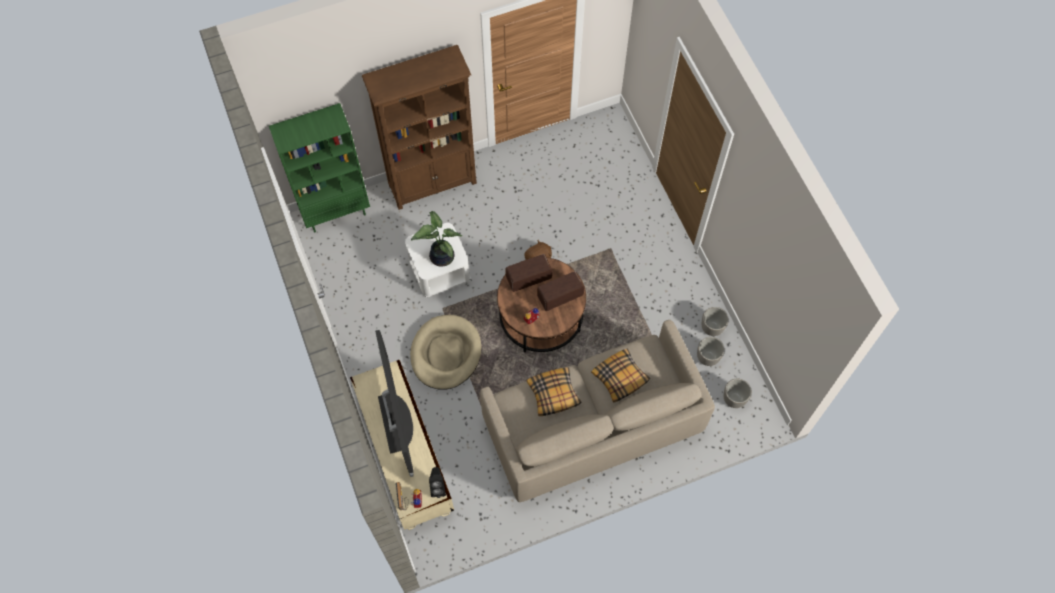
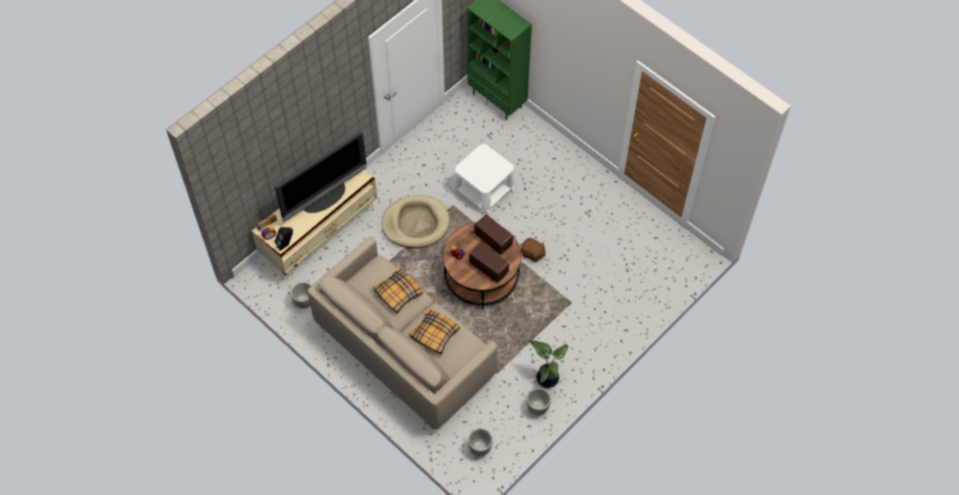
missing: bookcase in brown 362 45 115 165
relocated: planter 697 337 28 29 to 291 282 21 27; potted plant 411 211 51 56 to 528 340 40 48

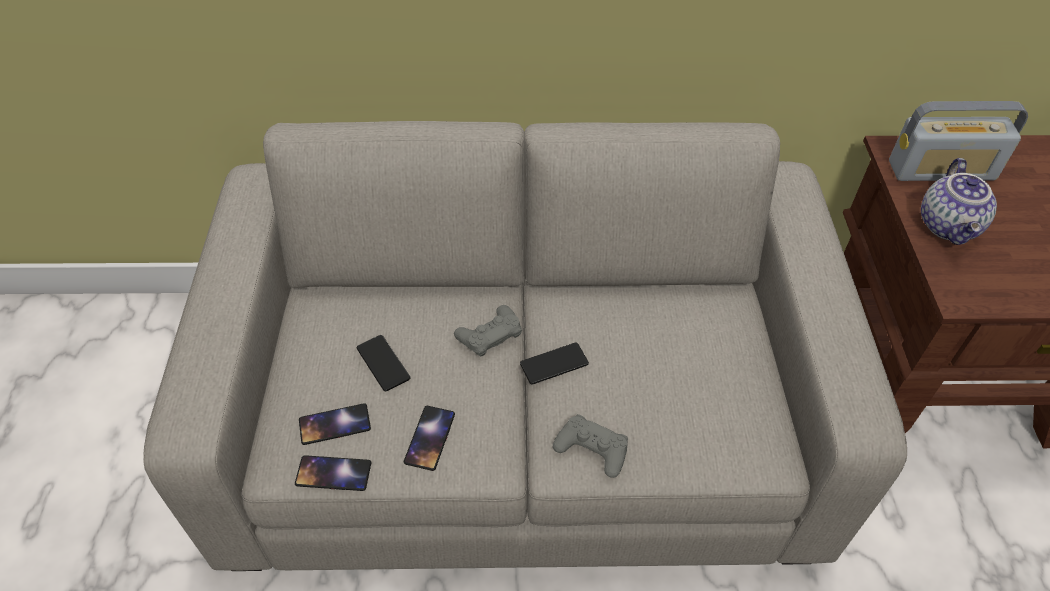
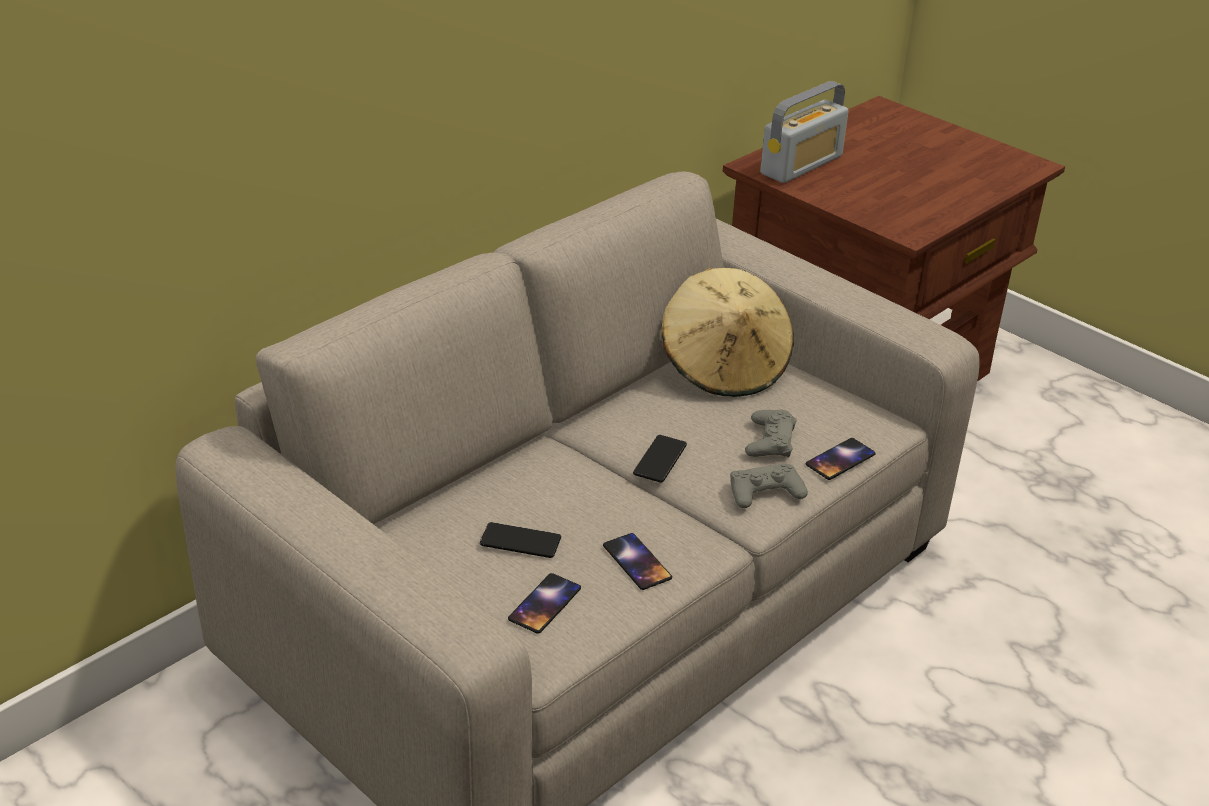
missing: teapot 921 158 76 87
appeared: hat in beige 661 268 133 129
relocated: game controller in grey 454 305 68 52 to 745 409 51 49; phone 295 455 76 36 to 806 438 70 42

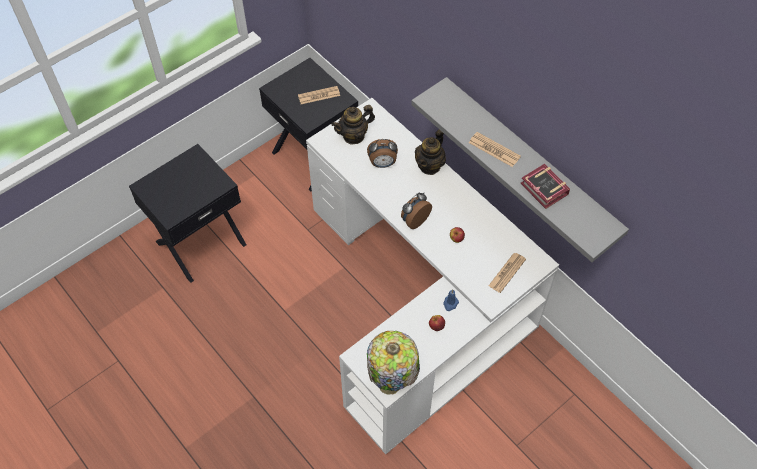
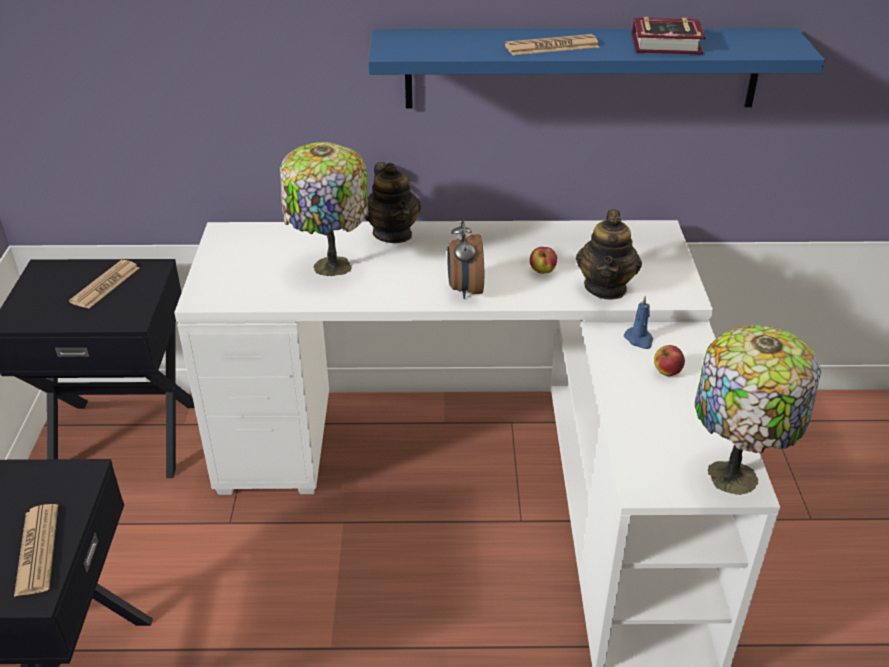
relocated: newspaper 488 253 38 40 to 14 504 44 93; teapot 331 105 44 40 to 576 209 66 91
exchanged: alarm clock 367 139 31 29 to table lamp 280 142 89 135
colour: shelf in grey 411 77 218 185 to shelf in blue 368 28 457 80

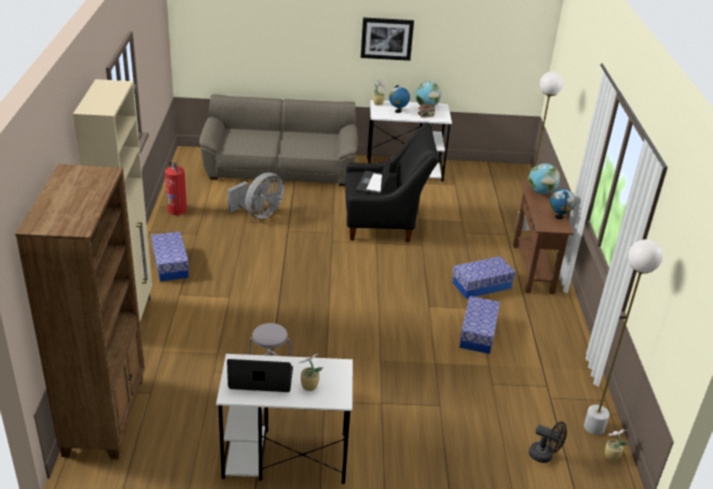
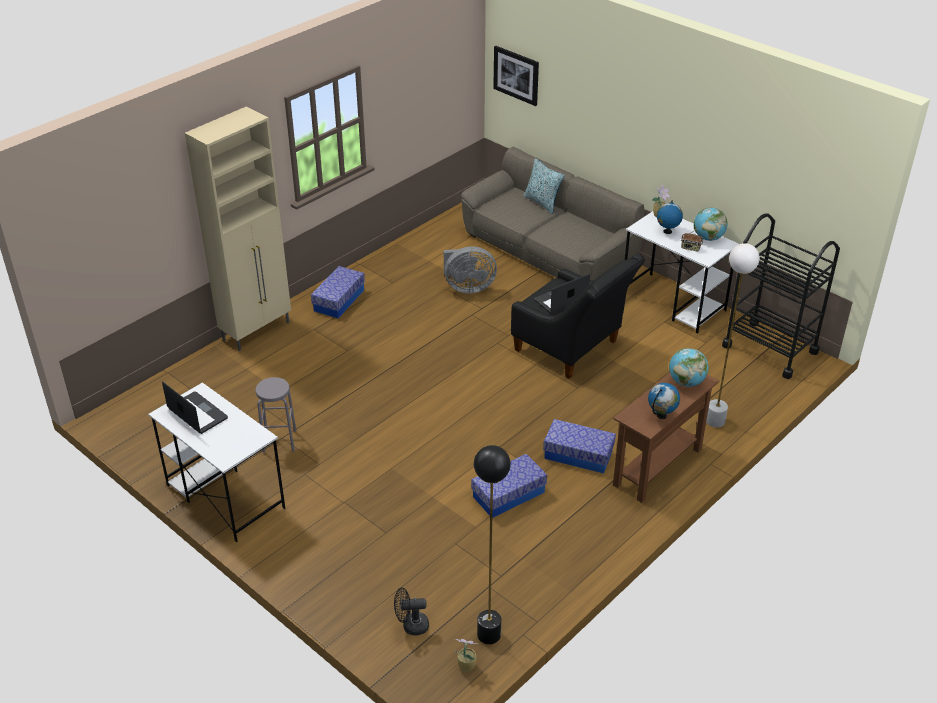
missing: bookcase in brown 15 164 130 295; fire extinguisher 165 161 22 54; potted plant 299 354 24 37
appeared: pillow 523 158 42 56; cart in black 722 213 118 166
relocated: picture 361 17 53 44 to 493 46 46 60
colour: floor lamp in white 584 239 79 196 to floor lamp in black 474 445 37 199
spun: fan in black 529 421 38 42 = 394 588 35 47 105 degrees clockwise

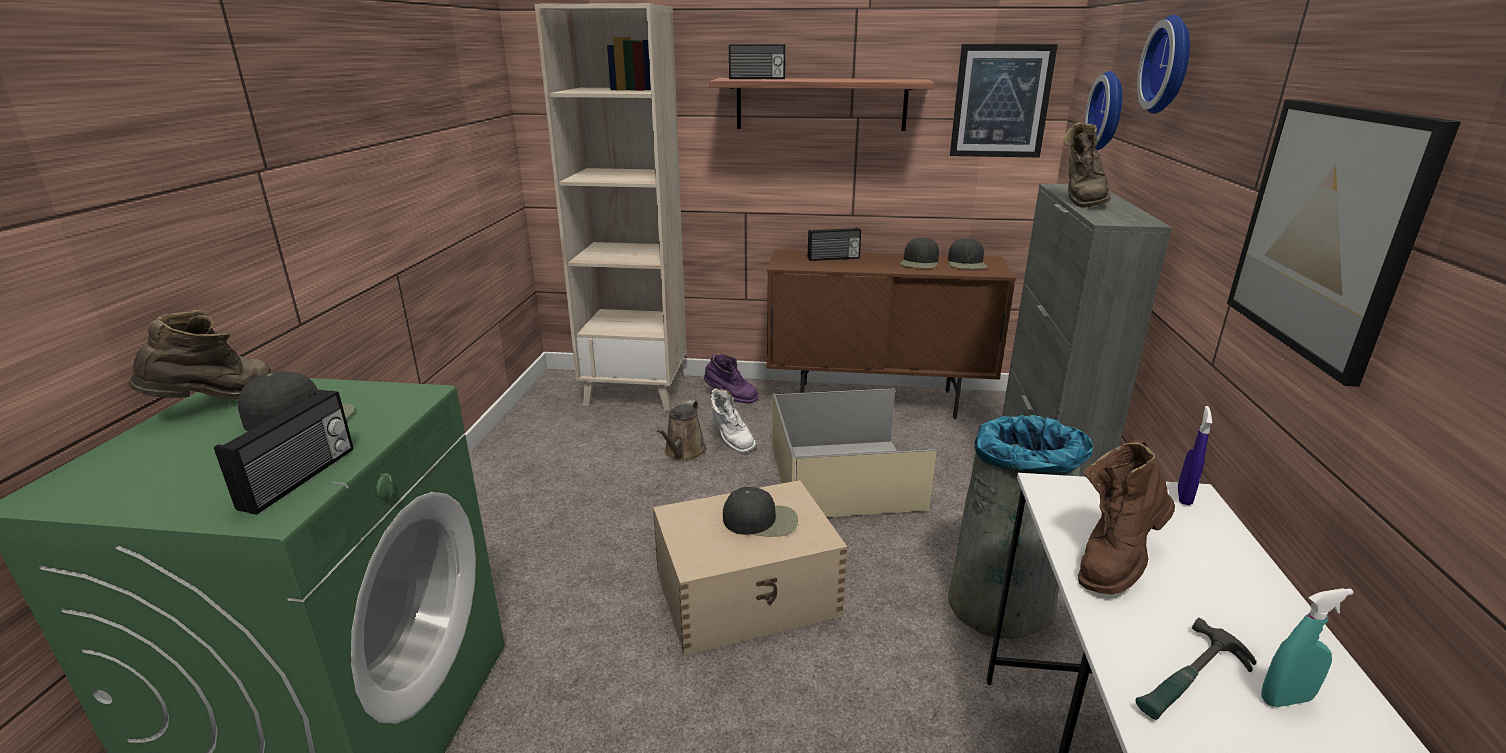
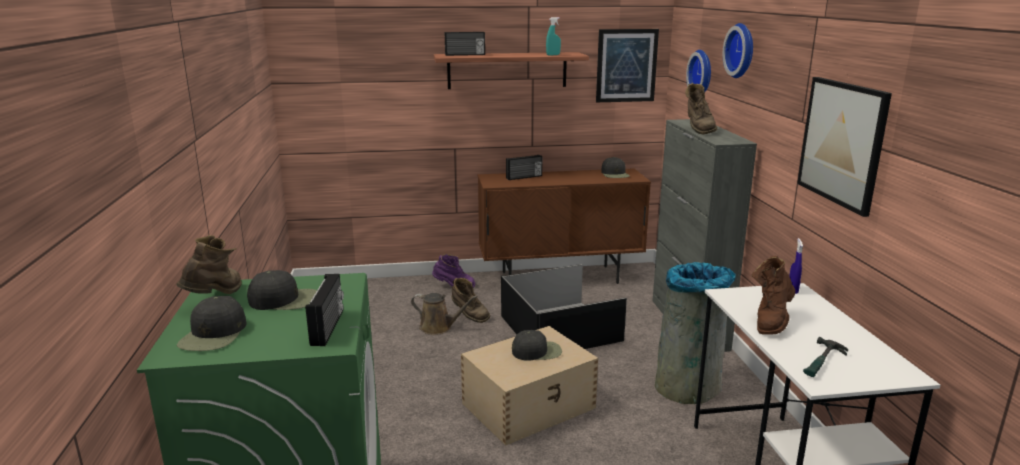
missing: bookcase in beige 535 3 152 407
relocated: cap in black 900 237 39 31 to 177 296 70 55; spray bottle in turquoise 1261 588 93 119 to 546 17 15 39
colour: boot in white 710 388 46 65 to boot in brown 452 278 38 45; storage box in beige 772 388 165 129 to storage box in black 501 264 126 85
spun: watering can in brown 657 400 50 61 = 411 293 67 42 75 degrees counterclockwise

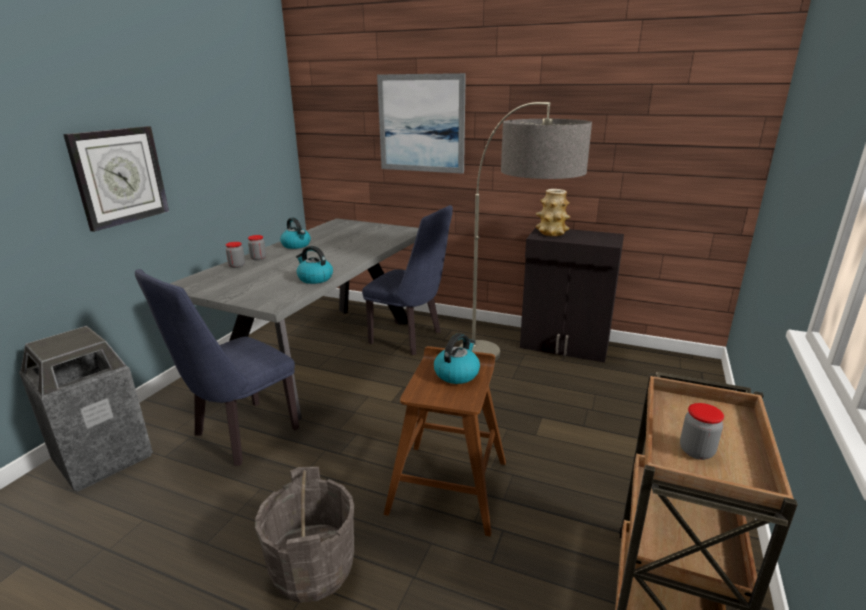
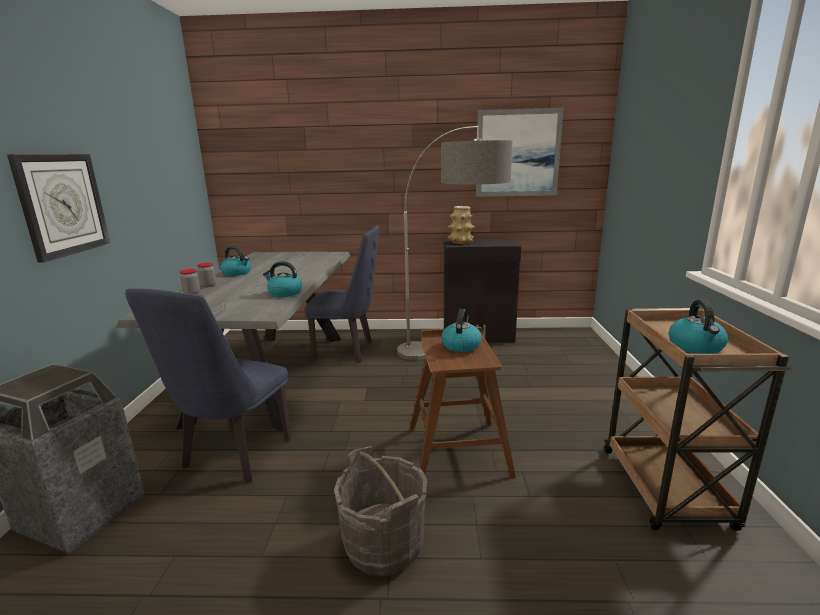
relocated: picture 377 73 89 101 to 476 108 88 89
exchanged: jar 680 403 44 57 to kettle 669 300 59 54

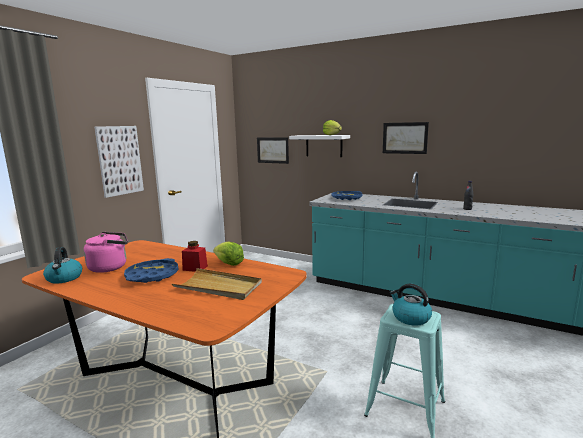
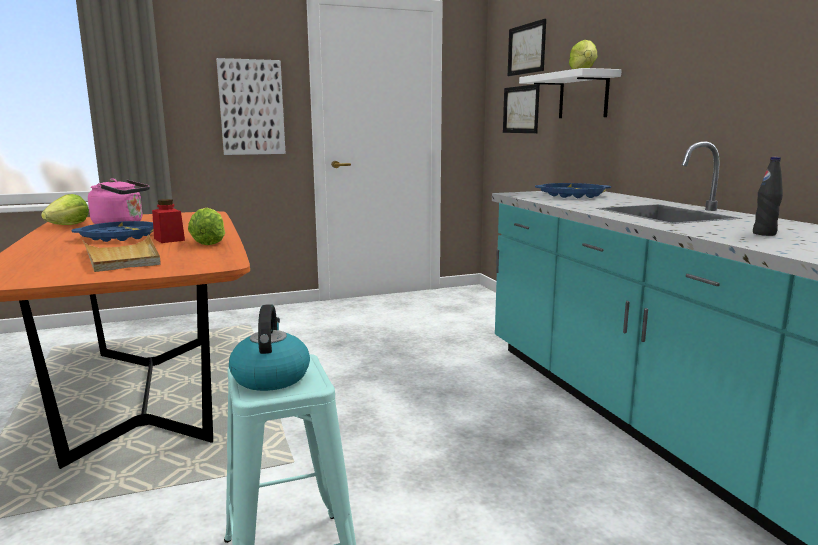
relocated: picture 383 122 46 32 to 508 19 38 57
exchanged: kettle 43 247 39 36 to lettuce 41 194 48 31

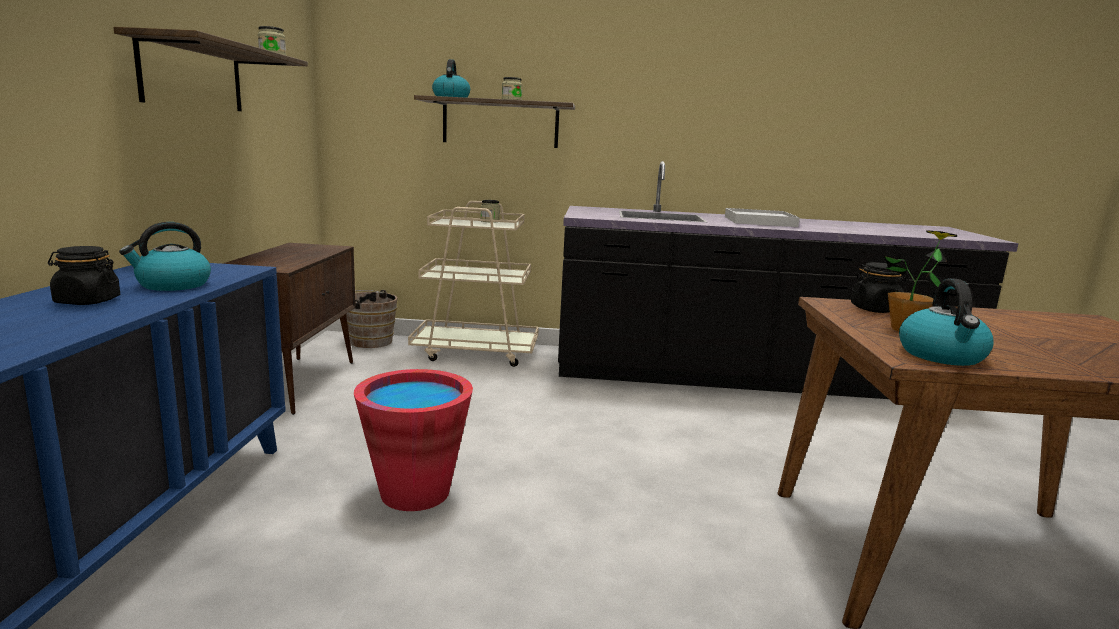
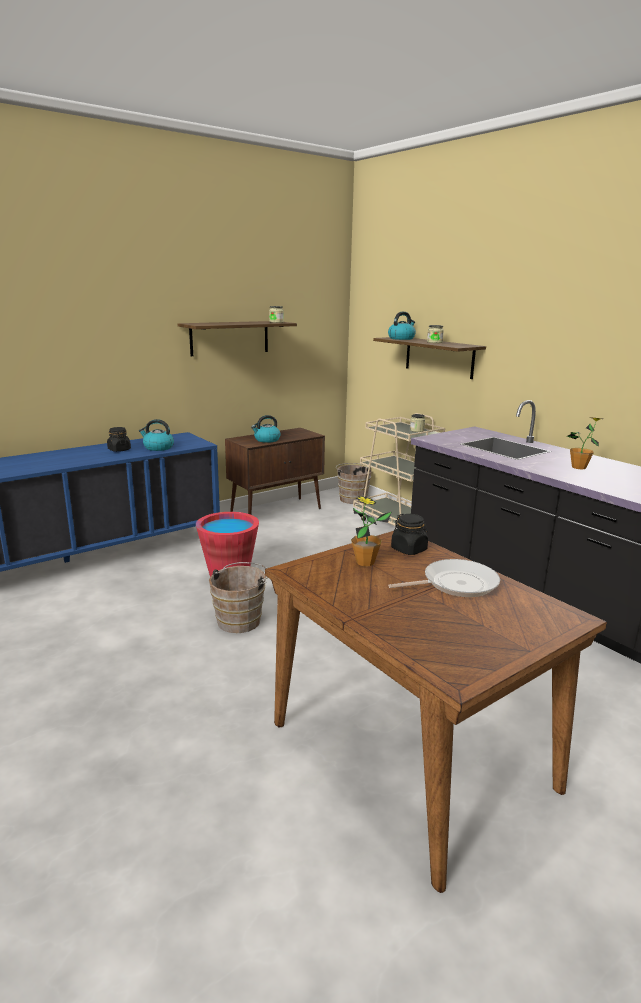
appeared: bucket in brown 209 562 59 71; frying pan 388 559 112 38
relocated: kettle 899 278 95 88 to 251 415 30 28
exchanged: tray in white 725 208 75 19 to potted plant 567 417 35 52

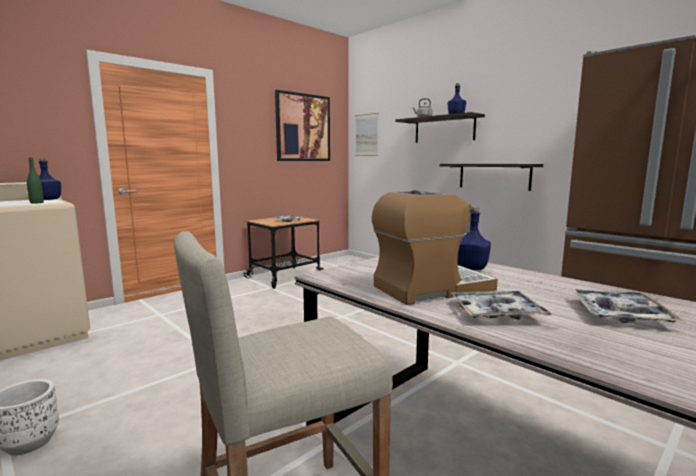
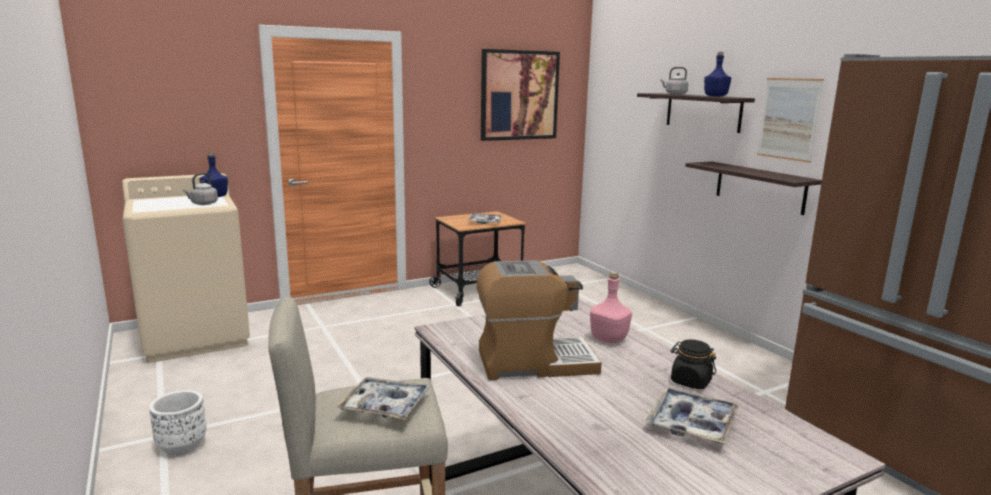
appeared: jar in black 671 339 45 50
relocated: tray 452 291 101 29 to 334 377 97 43; picture 355 113 24 43 to 757 78 67 85
exchanged: bottle in green 27 157 17 47 to kettle in grey 183 173 35 32
colour: bottle in blue 457 207 34 63 to bottle in pink 590 272 42 72

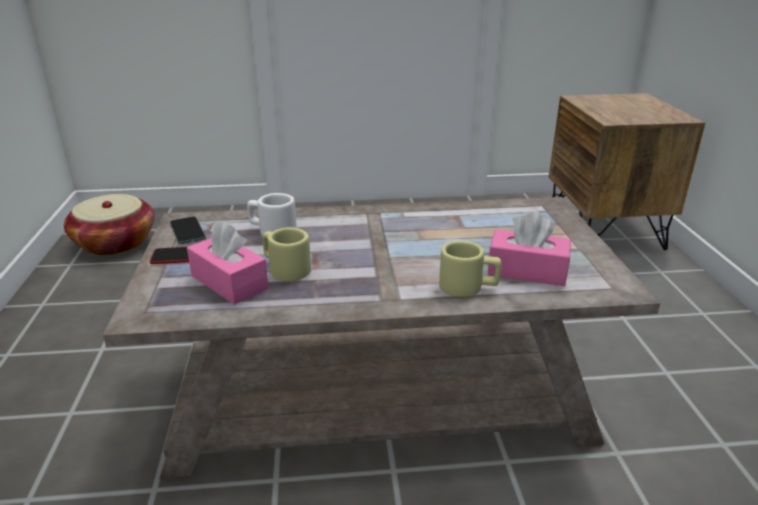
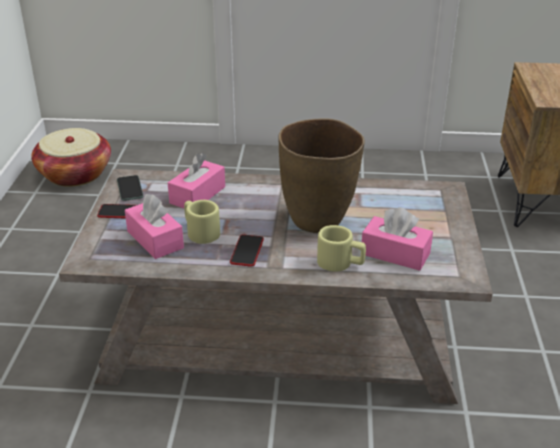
appeared: phone 230 234 34 33; vase in brown 279 118 86 115
exchanged: mug in white 247 193 50 43 to tissue box in pink 168 153 57 55

